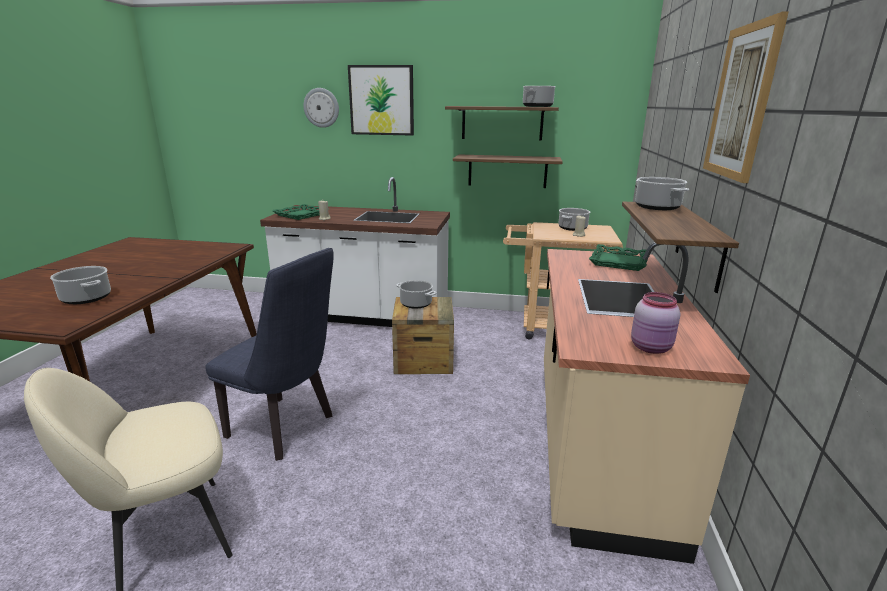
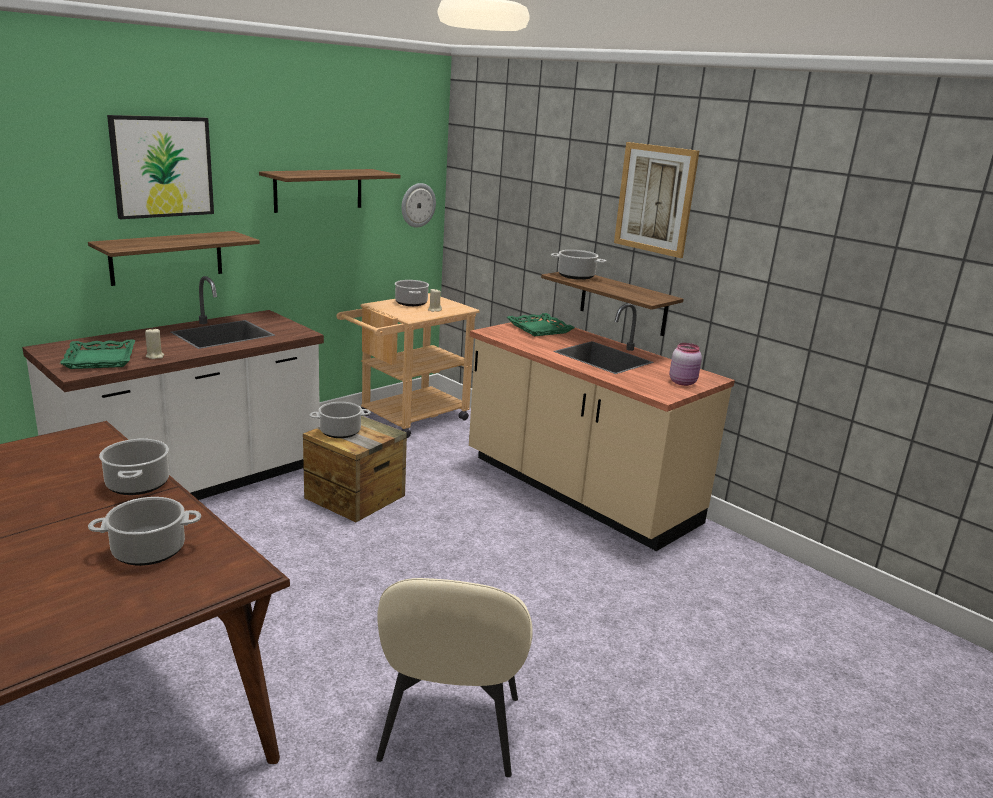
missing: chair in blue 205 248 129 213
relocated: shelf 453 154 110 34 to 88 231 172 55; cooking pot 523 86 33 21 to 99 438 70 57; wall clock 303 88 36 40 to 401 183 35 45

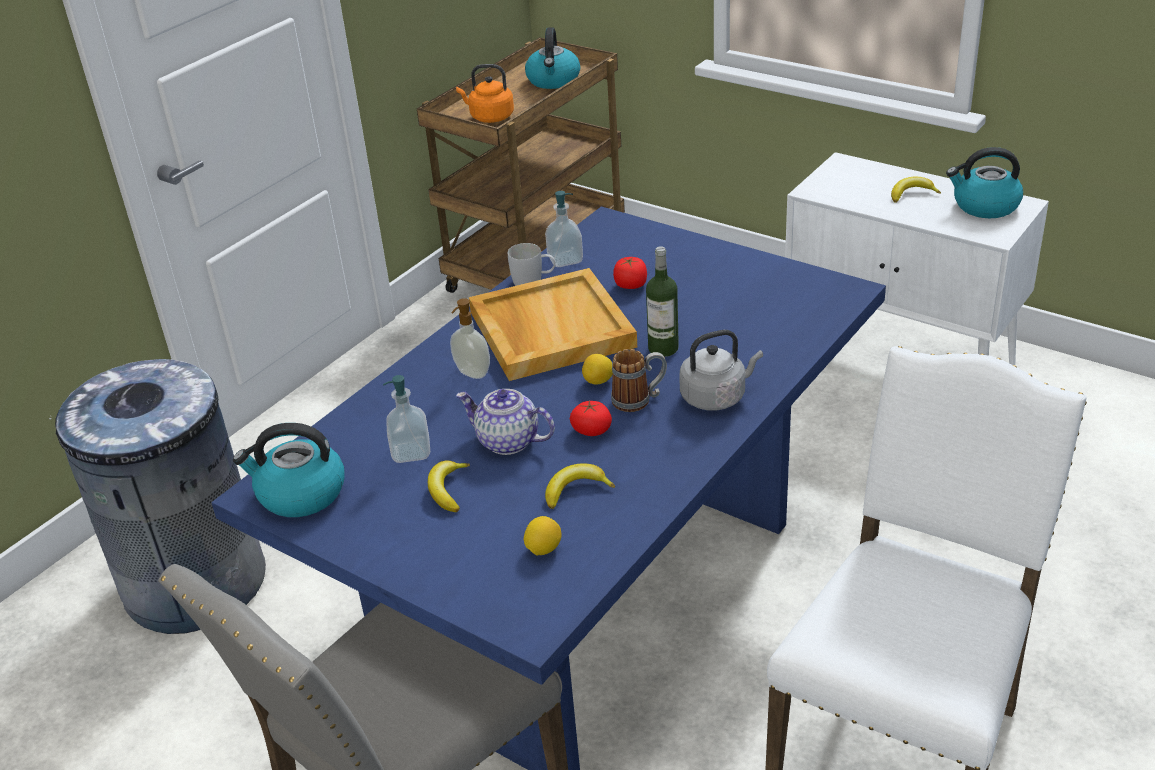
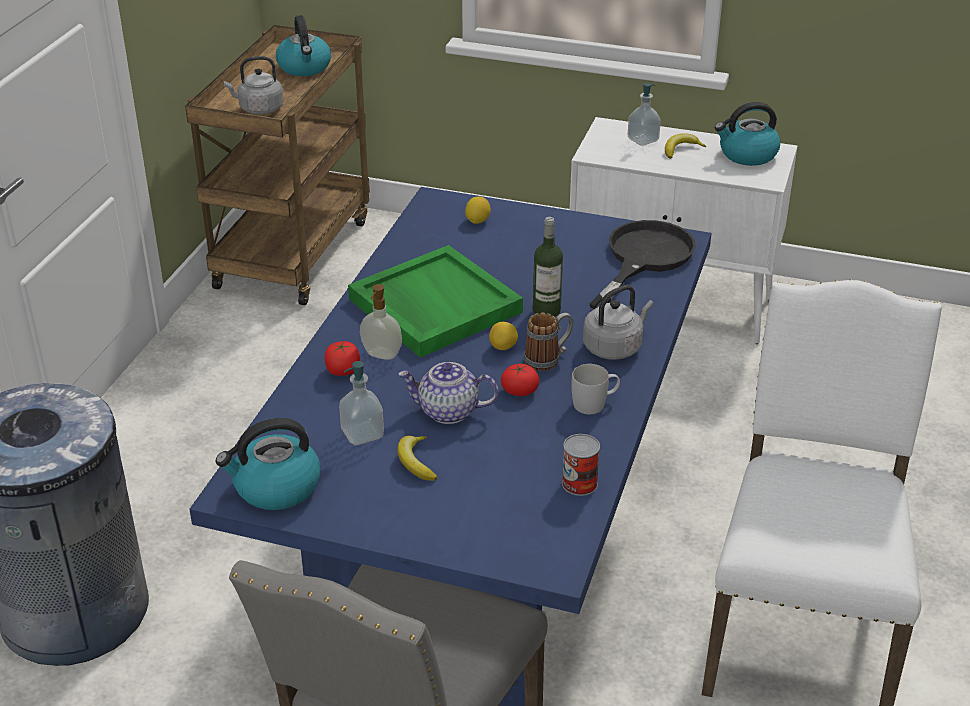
missing: banana 545 463 70 46
appeared: can 562 434 38 62; frying pan in black 589 220 107 89
relocated: tomato 613 257 34 32 to 325 341 35 35; lemon 524 516 37 40 to 465 197 26 27; mug in white 508 243 47 43 to 572 364 48 50; soap dispenser 545 191 38 76 to 628 83 33 63
colour: kettle in orange 456 64 58 59 to kettle in grey 224 56 60 59; tray in beige 469 268 168 113 to tray in green 348 245 175 113

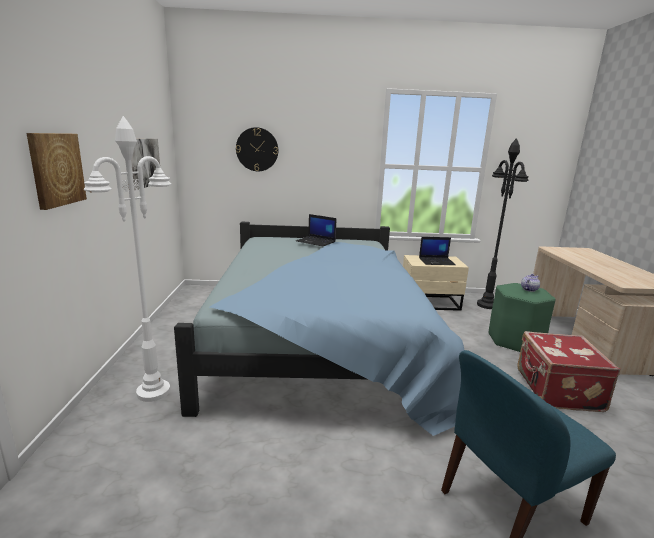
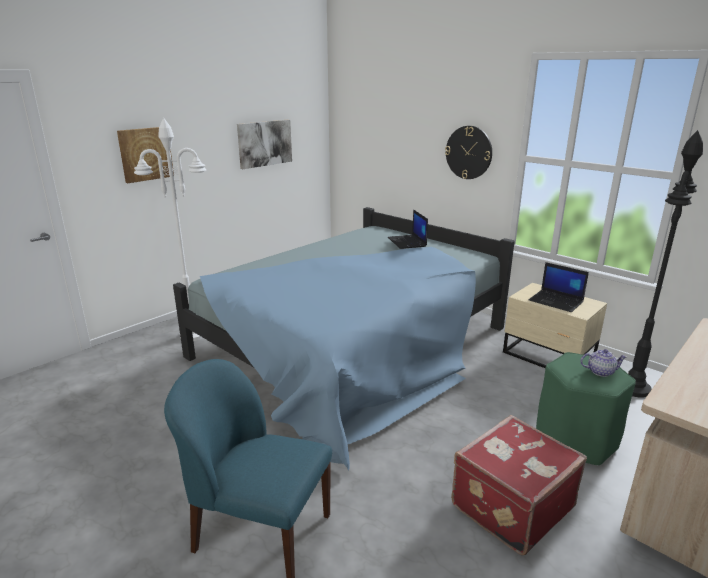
relocated: wall clock 236 127 42 44 to 445 126 47 53

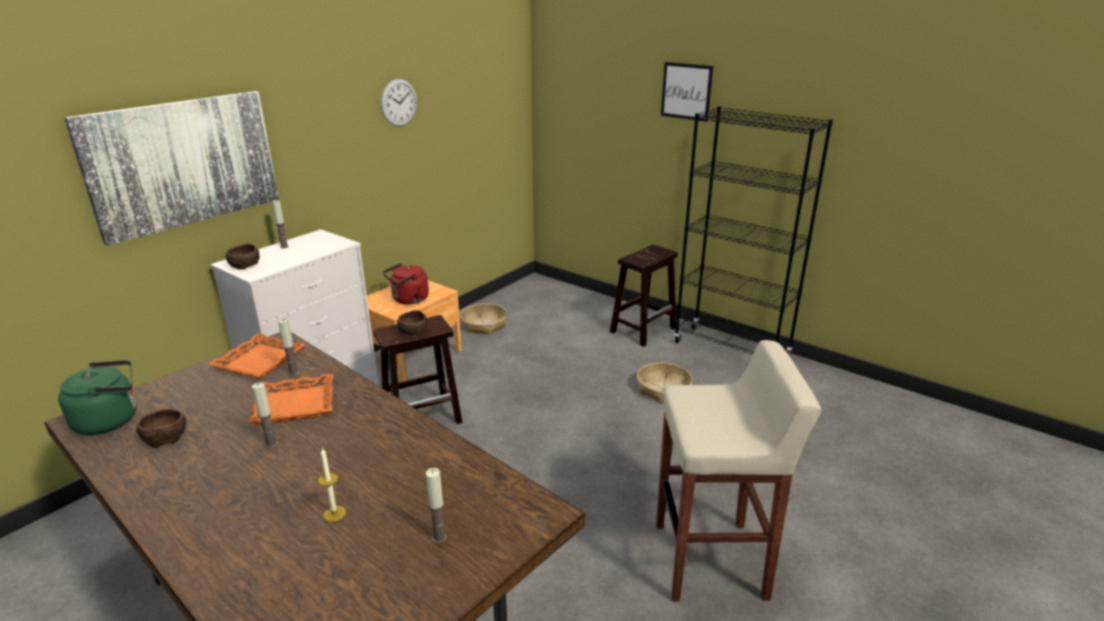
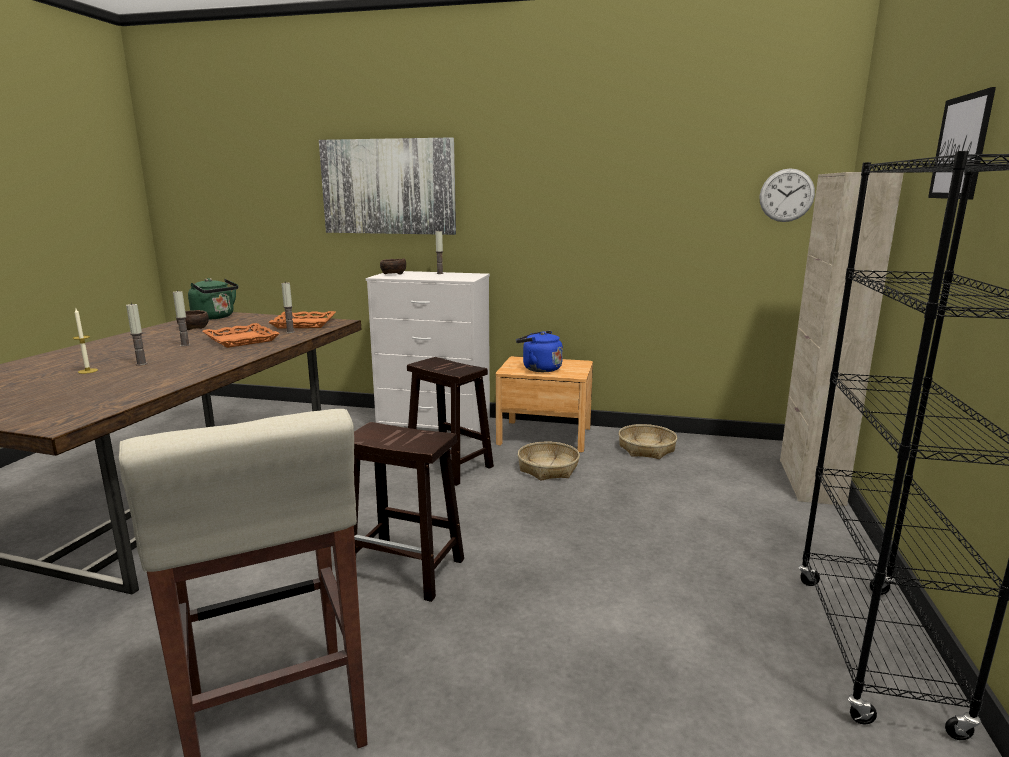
missing: bowl in brown 397 310 30 26
appeared: cabinet in beige 780 172 124 334
relocated: candle 426 468 21 76 to 126 303 22 63; stool in brown 610 245 68 102 to 354 422 110 180; basket 637 362 56 41 to 518 441 62 40; wall clock 381 79 36 48 to 760 168 55 54
colour: kettle in red 383 263 46 41 to kettle in blue 516 331 47 41

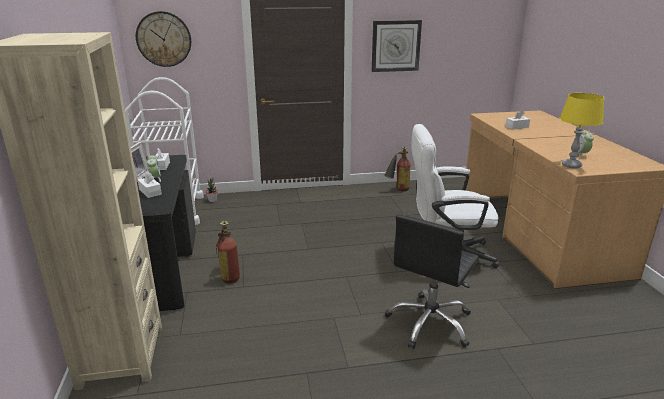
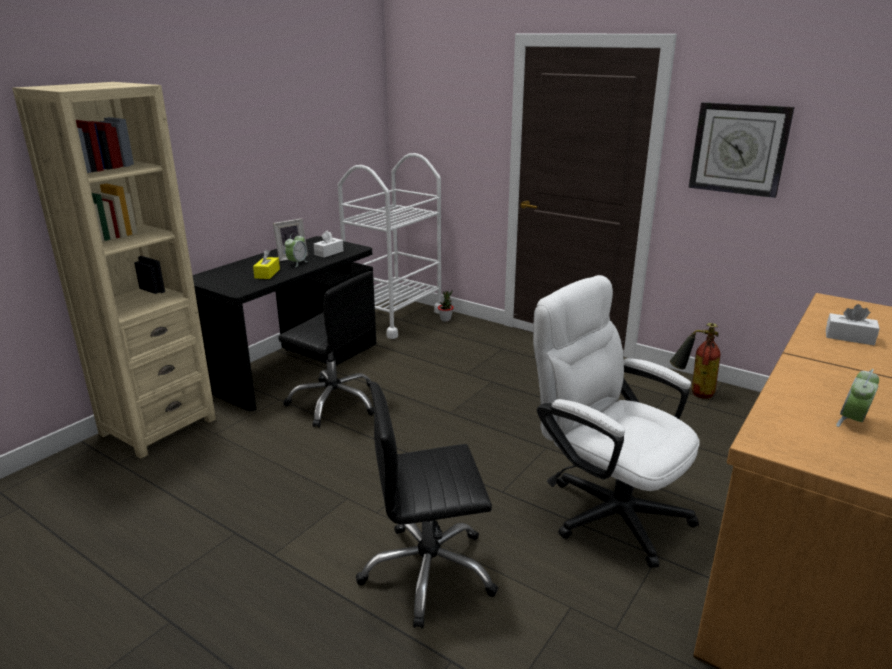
missing: wall clock 136 11 55 56; table lamp in yellow 560 93 44 76
exchanged: fire extinguisher 216 221 24 62 to office chair in black 278 271 96 156
colour: tissue box in white 138 172 24 26 to tissue box in yellow 253 250 27 29

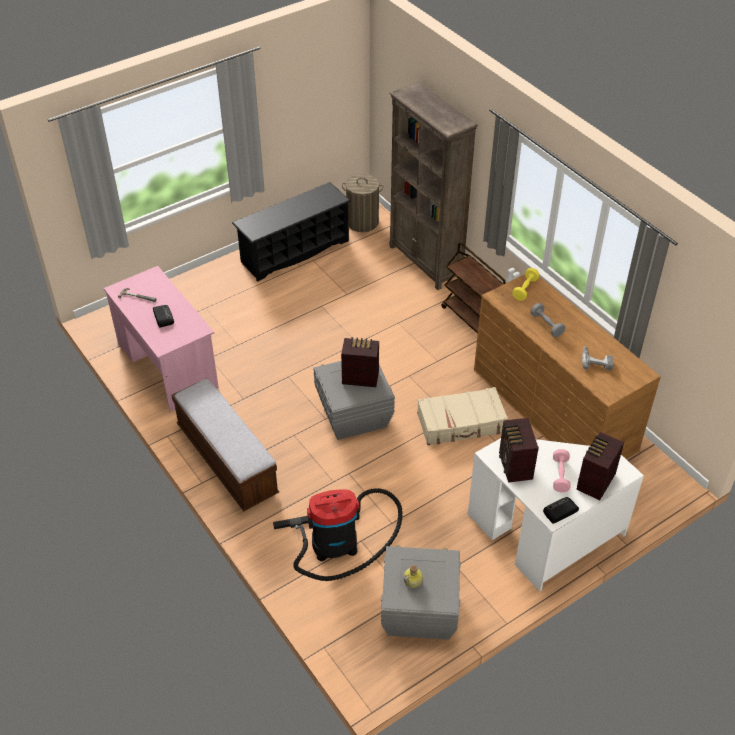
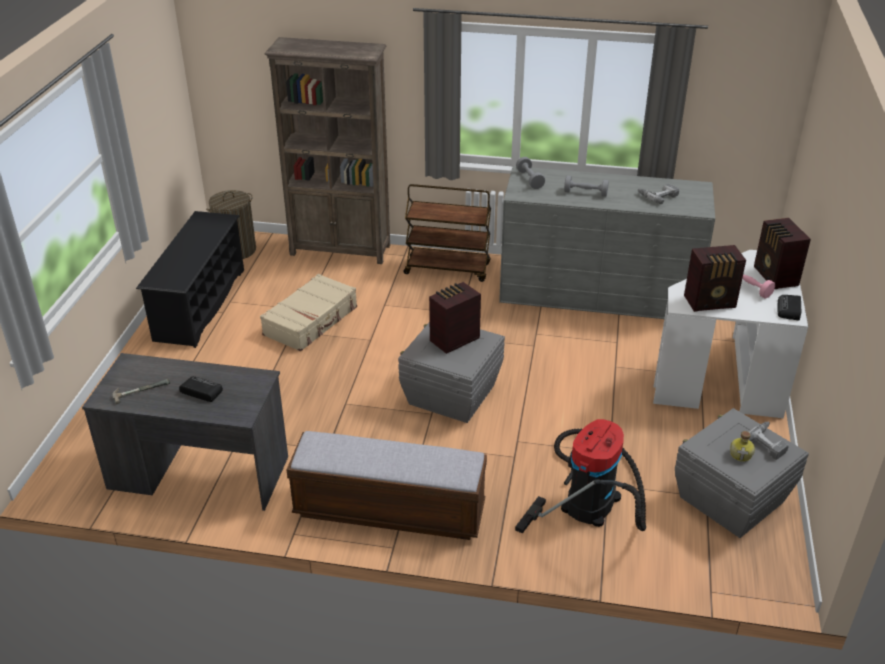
appeared: power drill 749 422 40 38
relocated: suitcase in beige 417 387 91 58 to 260 274 97 77
colour: desk in pink 104 266 115 146 to desk in grey 82 353 206 158; dresser in brown 474 274 187 185 to dresser in grey 499 166 216 153; dumbbell in yellow 512 268 28 33 to dumbbell in grey 516 157 29 32
spun: radio 499 418 40 65 = 684 245 62 67 45 degrees counterclockwise

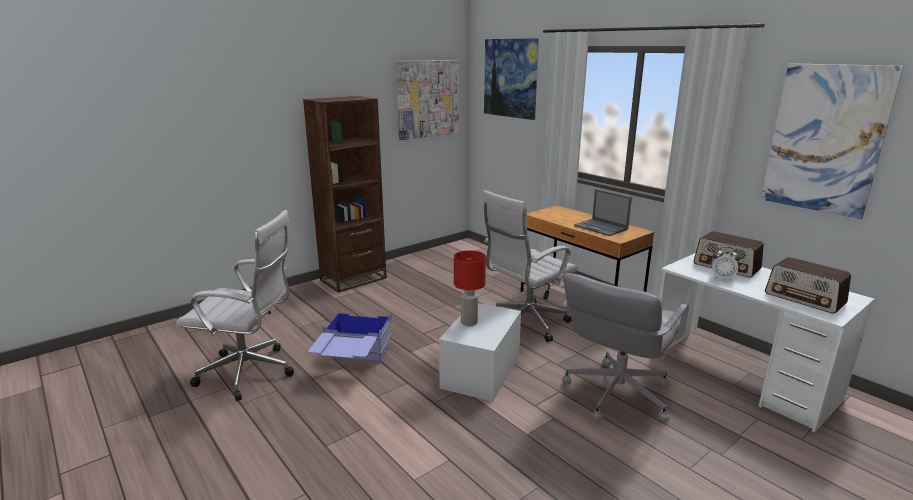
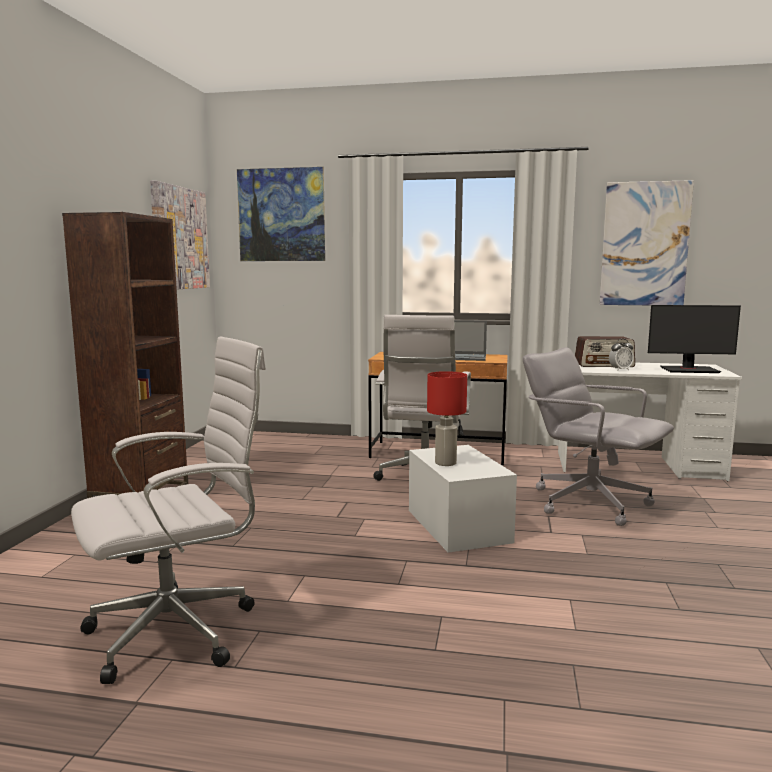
missing: storage box in blue 308 308 84 54
exchanged: radio 765 257 86 57 to monitor 648 305 93 68
spun: office chair in grey 563 273 126 150 = 523 347 151 179 135 degrees clockwise

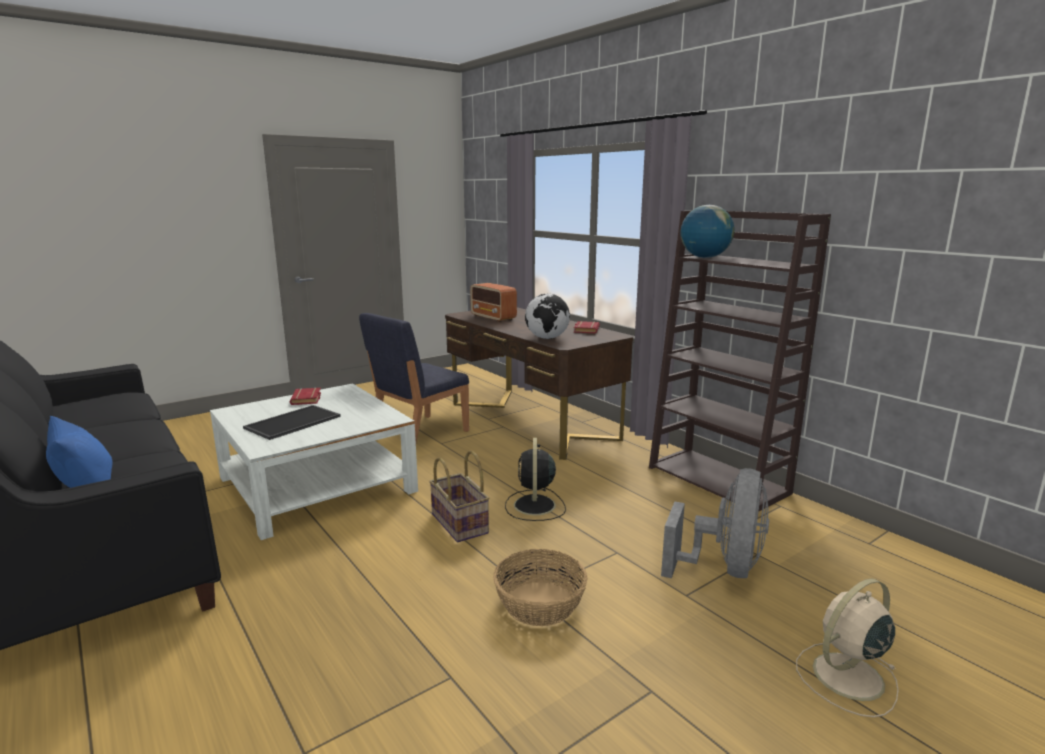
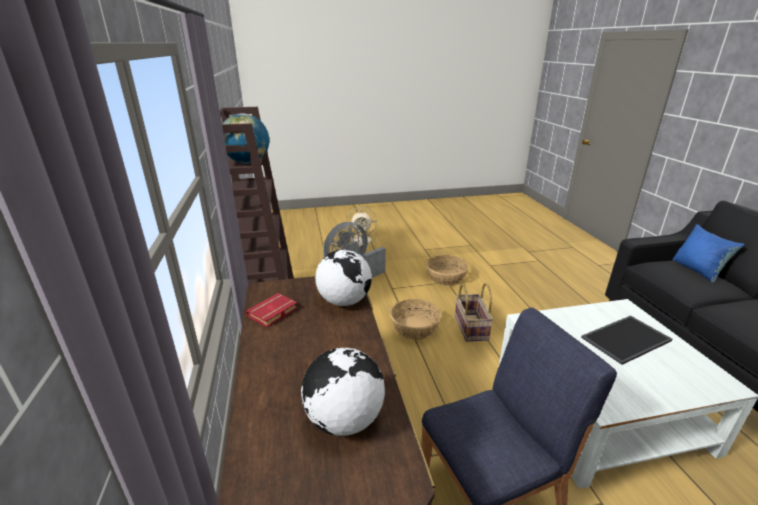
missing: book in red 290 388 31 17
exchanged: radio 470 283 47 39 to globe 301 348 84 88; fan in black 505 438 61 83 to basket 390 299 52 41

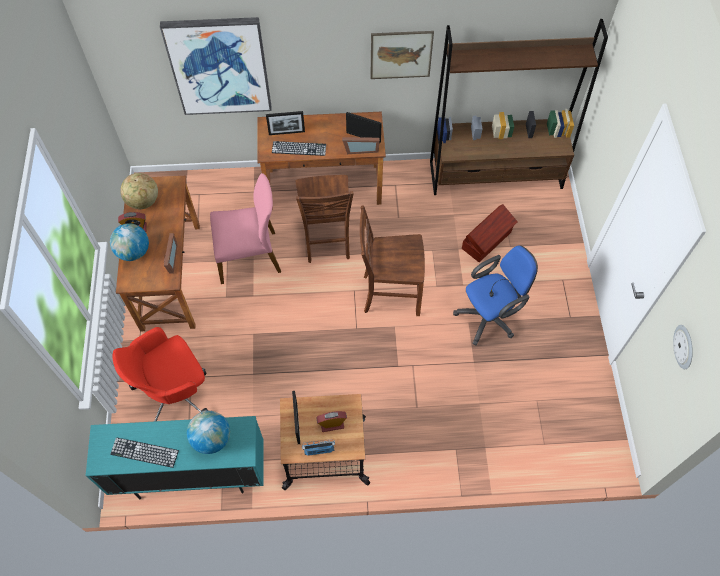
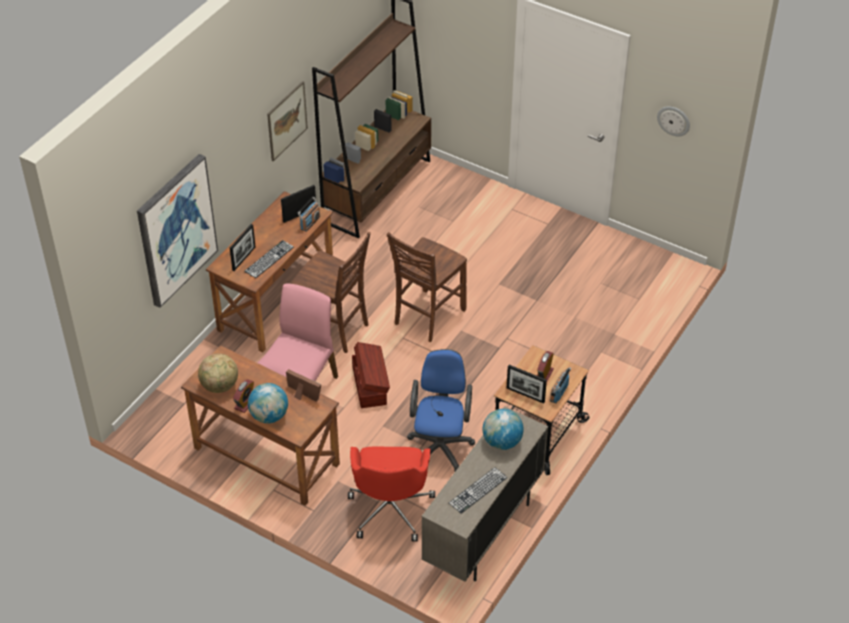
relocated: storage box in brown 462 204 55 58 to 352 342 38 66; office chair in blue 453 245 85 101 to 407 349 68 123
exchanged: picture frame 342 137 38 17 to radio 298 197 22 35
colour: cabinet in turquoise 86 416 178 83 to cabinet in beige 422 407 126 175

